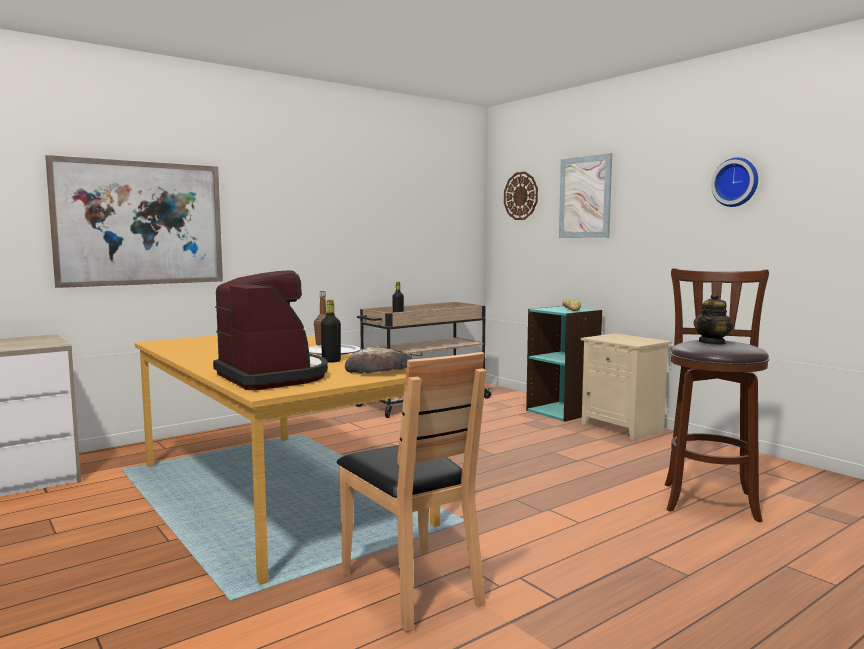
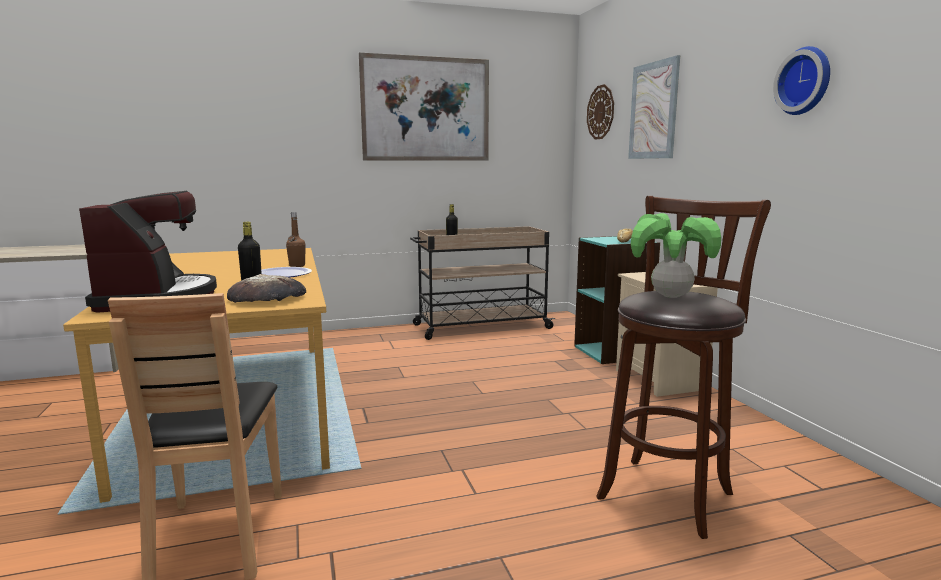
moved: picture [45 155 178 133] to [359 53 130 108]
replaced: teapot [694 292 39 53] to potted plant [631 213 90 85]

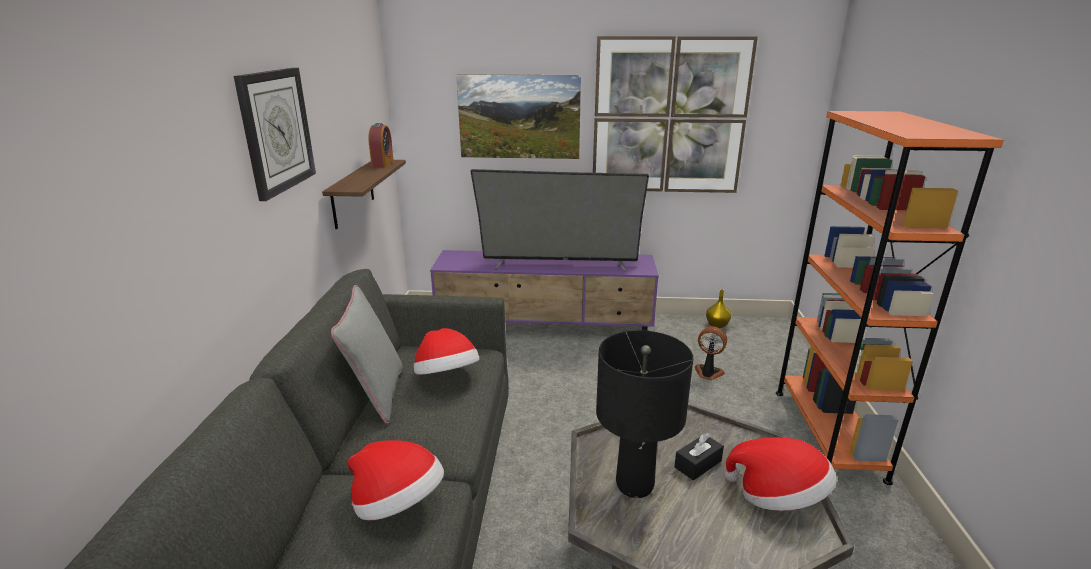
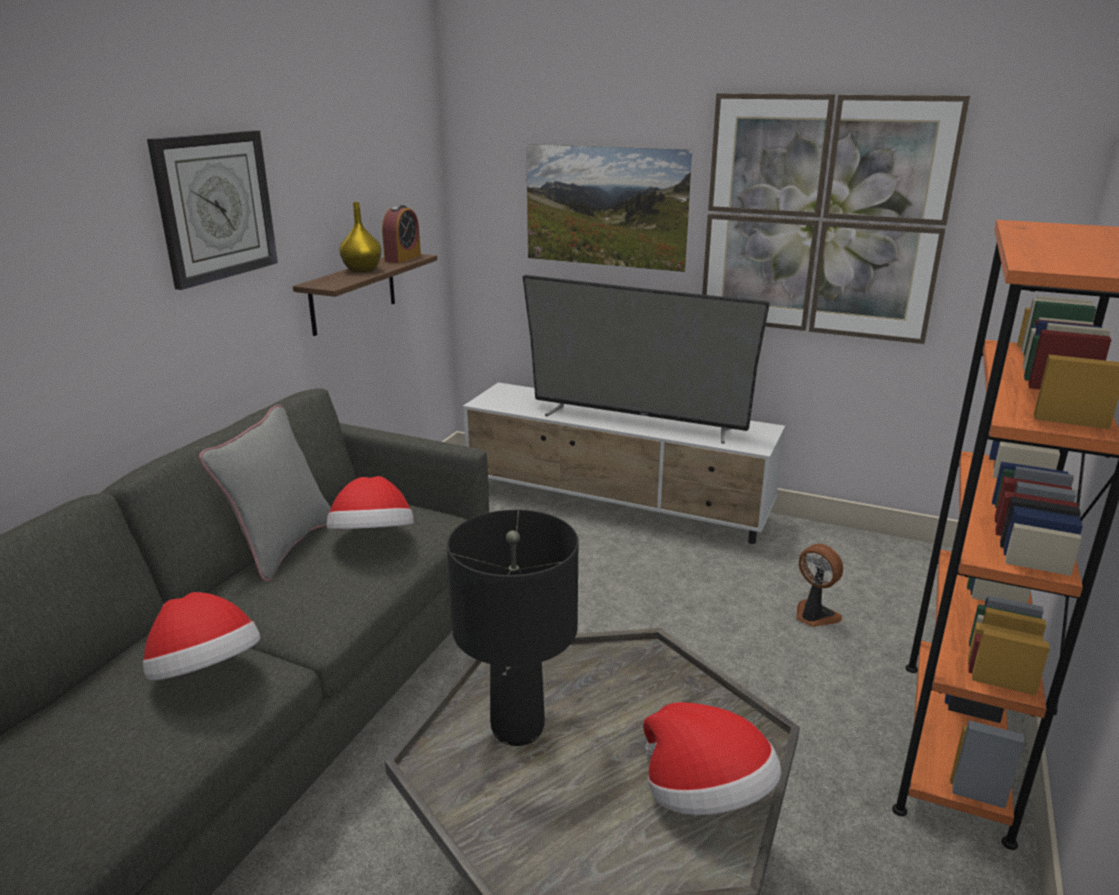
removed: tissue box in black [674 433 50 47]
moved: vase in yellow [706 289 25 39] to [339 202 43 71]
recoloured: tv stand in purple [430 250 229 81] to tv stand in white [463 382 322 162]

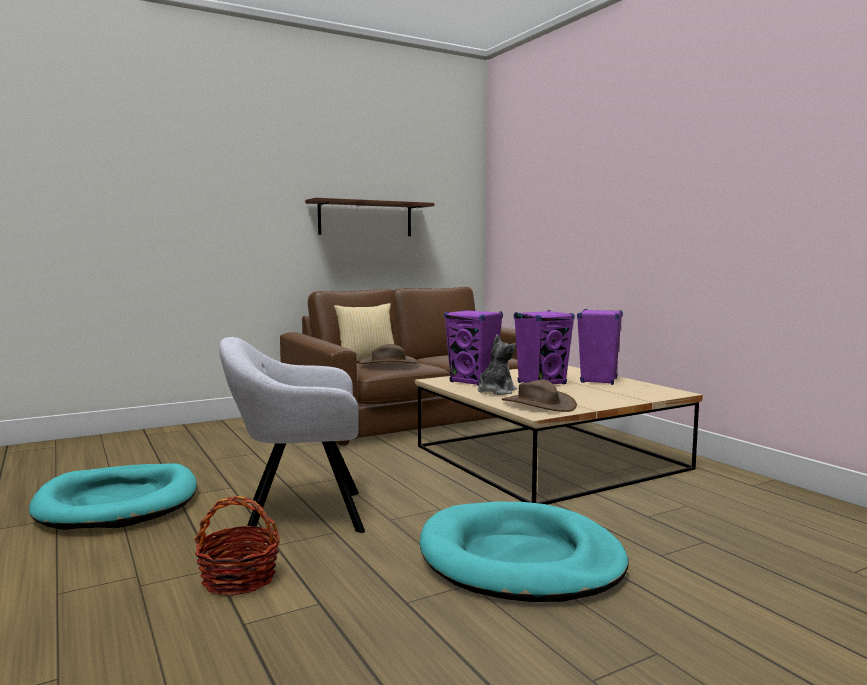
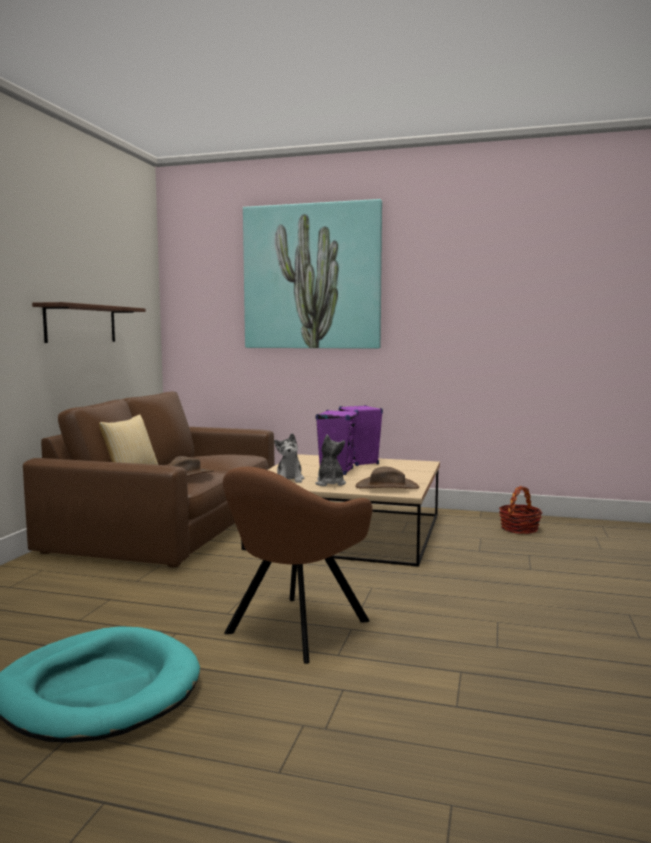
removed: dog bed in turquoise [420 502 208 100]
added: picture [243 199 139 150]
moved: basket [194 496 86 100] to [499 486 43 48]
replaced: speaker in purple [444 310 59 76] to plush toy [274 433 30 50]
recoloured: armchair in grey [219 337 146 196] to armchair in brown [223 467 150 197]

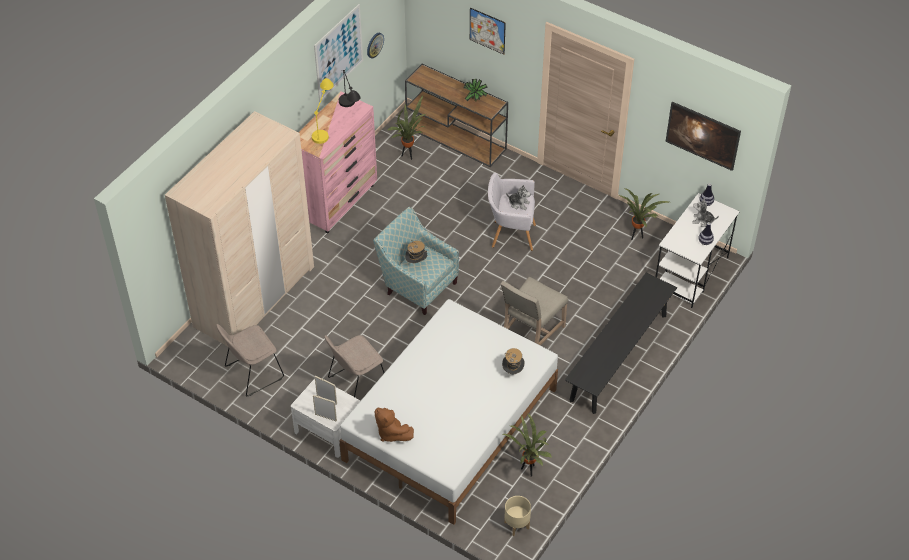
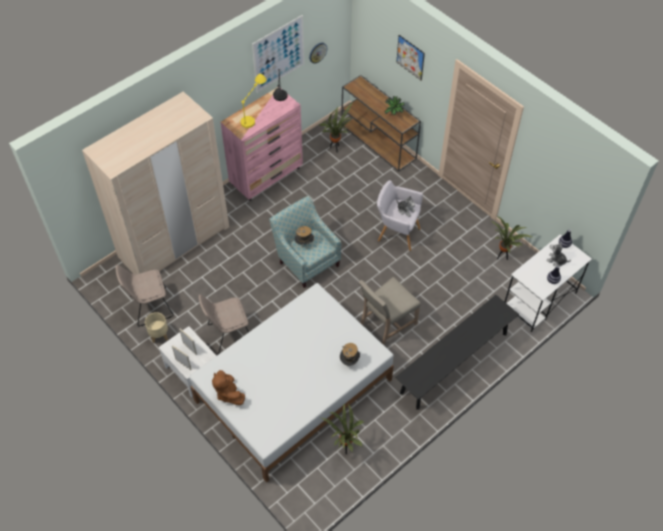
removed: picture [665 102 76 69]
moved: planter in beige [504 496 27 40] to [145 312 23 31]

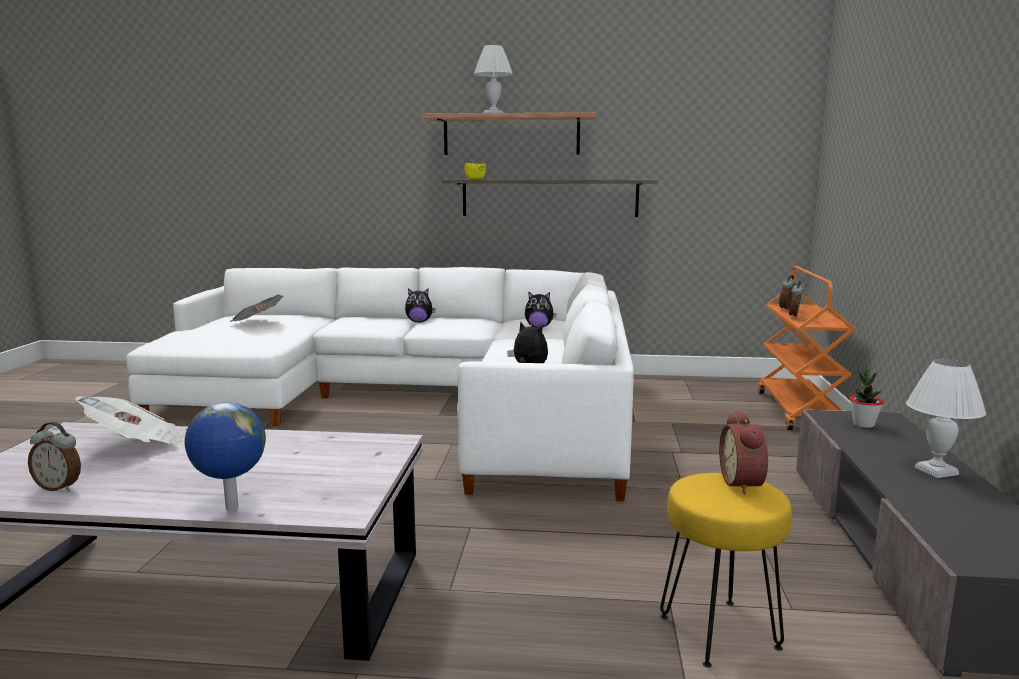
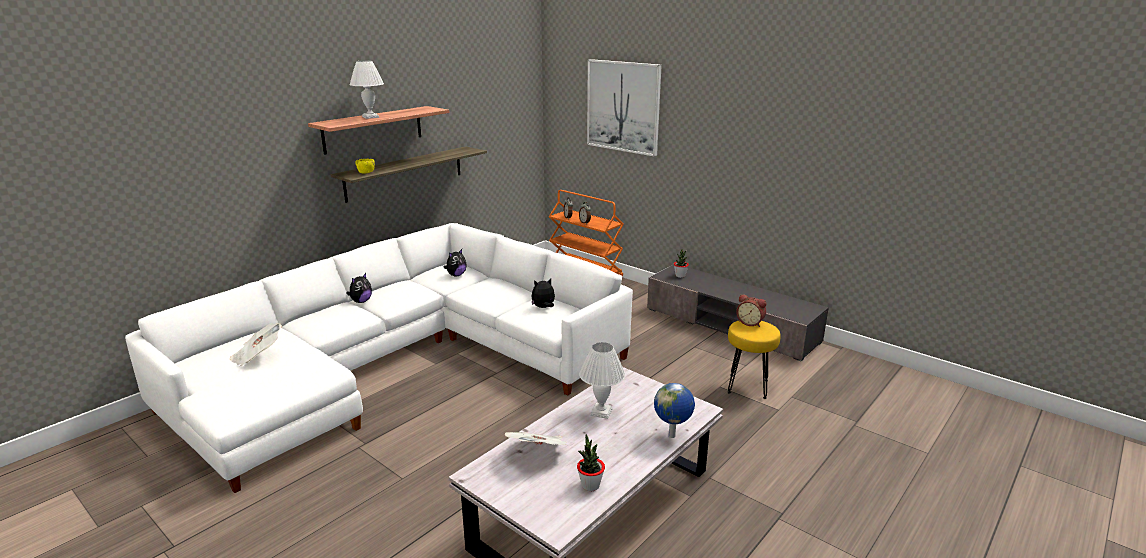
added: picture [587 59 75 98]
moved: table lamp in white [906 359 80 119] to [579 342 46 77]
replaced: alarm clock [28 422 53 69] to potted plant [577 434 28 57]

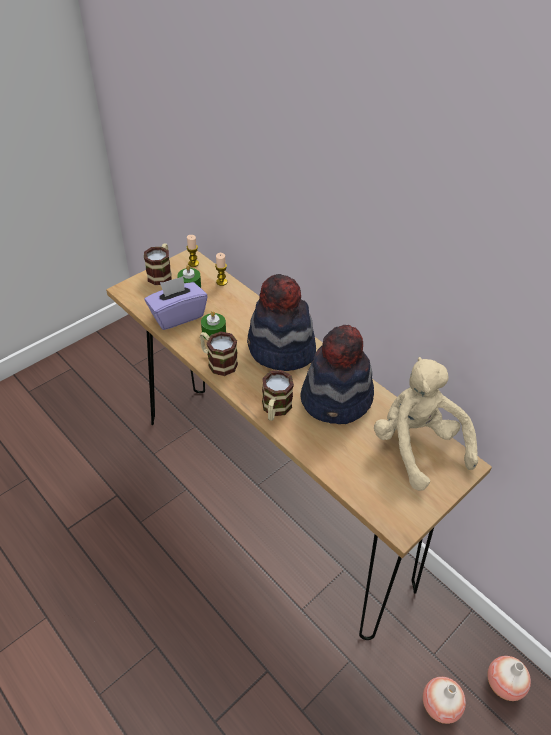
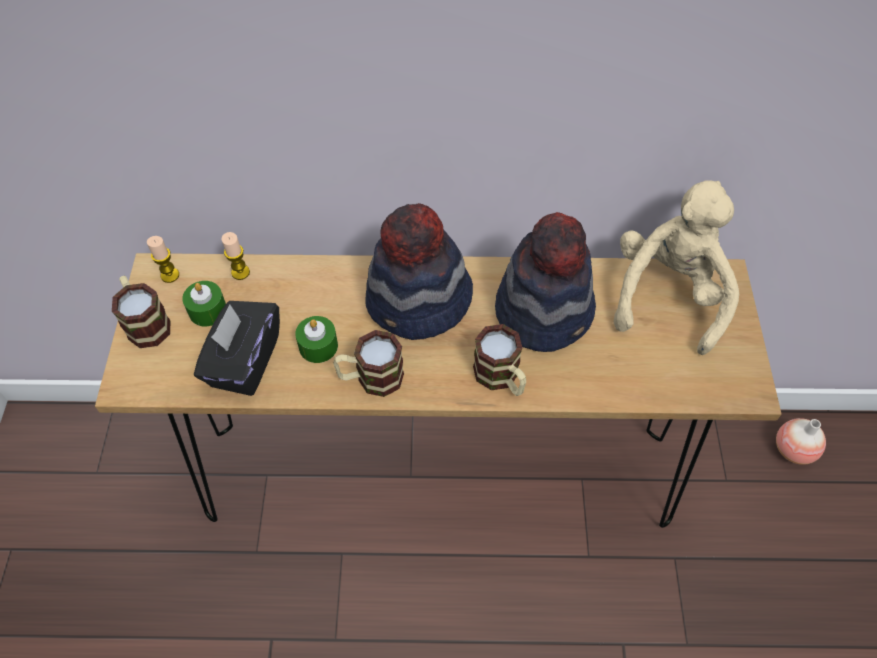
removed: vase [423 677 43 47]
recoloured: tissue box in purple [144 276 64 54] to tissue box in black [194 301 86 95]
turned: plush toy in beige [374 357 104 134] = [614 181 125 174] 90 degrees clockwise

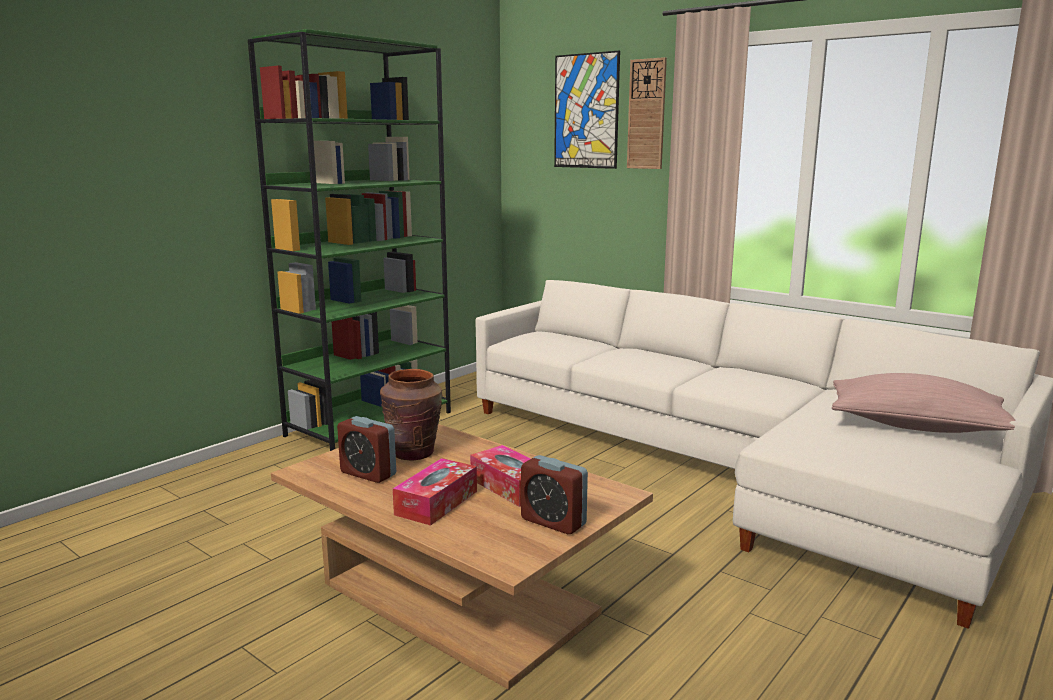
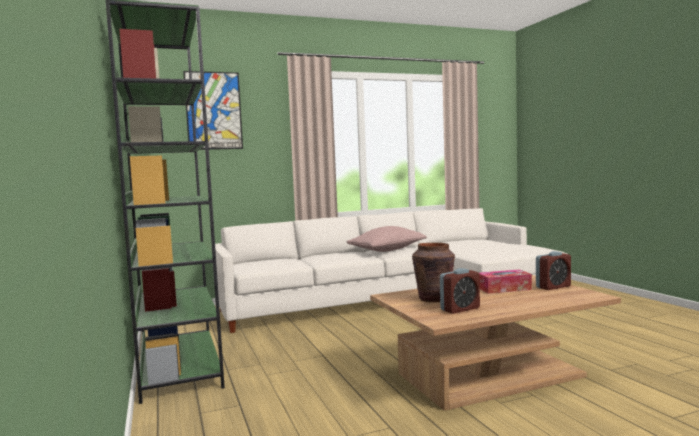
removed: tissue box [393 458 84 68]; wall clock [627 57 40 112]
moved: pillow in pink [832 373 184 60] to [346 226 81 26]

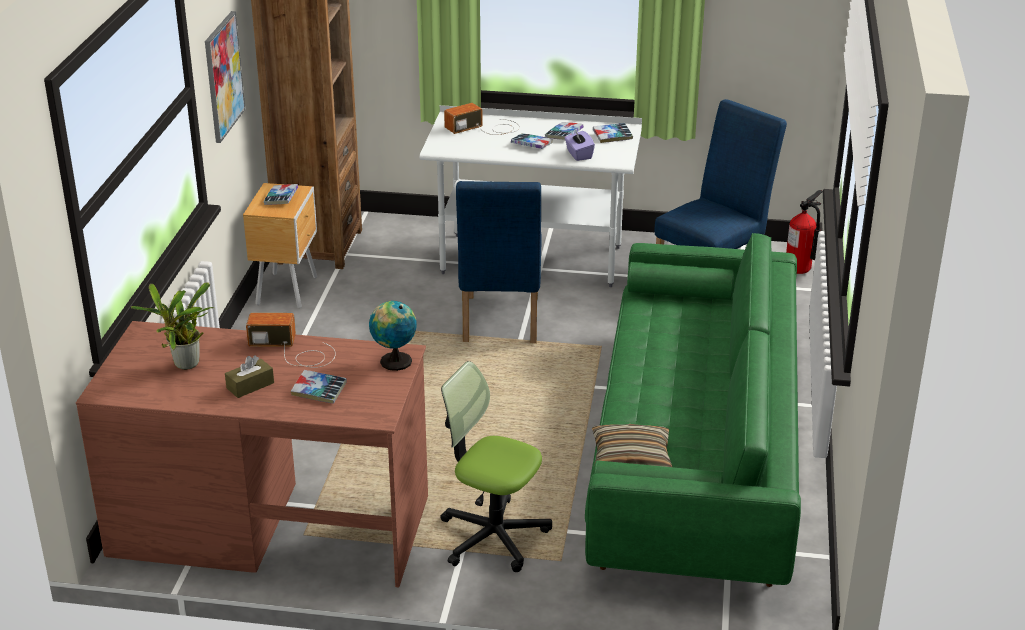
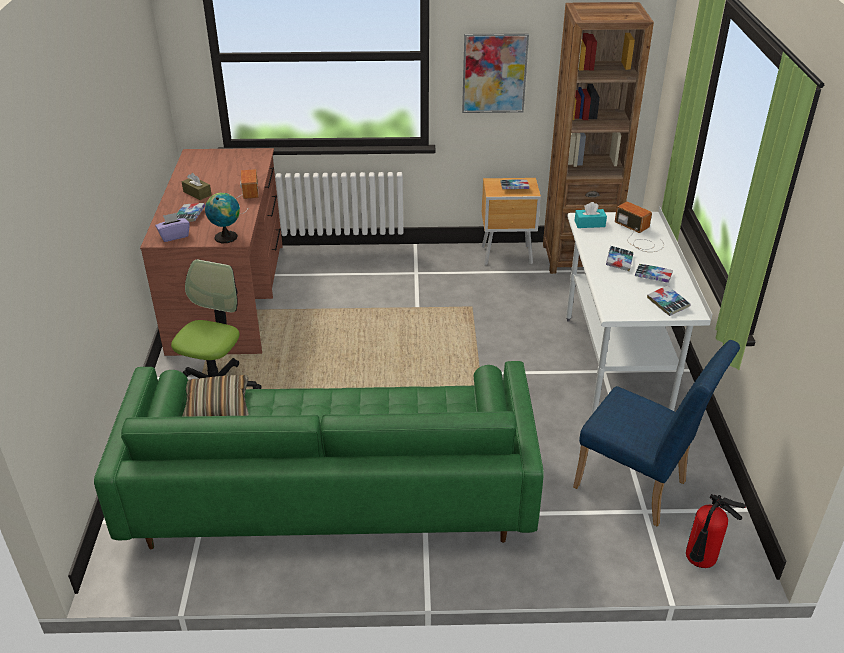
removed: potted plant [131 282 83 88]; chair in blue [456 181 85 162]
added: tissue box in turquoise [574 202 33 26]
moved: tissue box in purple [565 128 30 33] to [155 213 35 29]

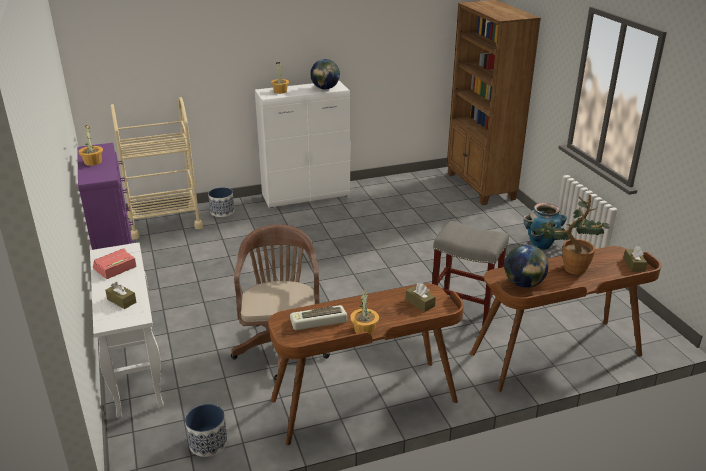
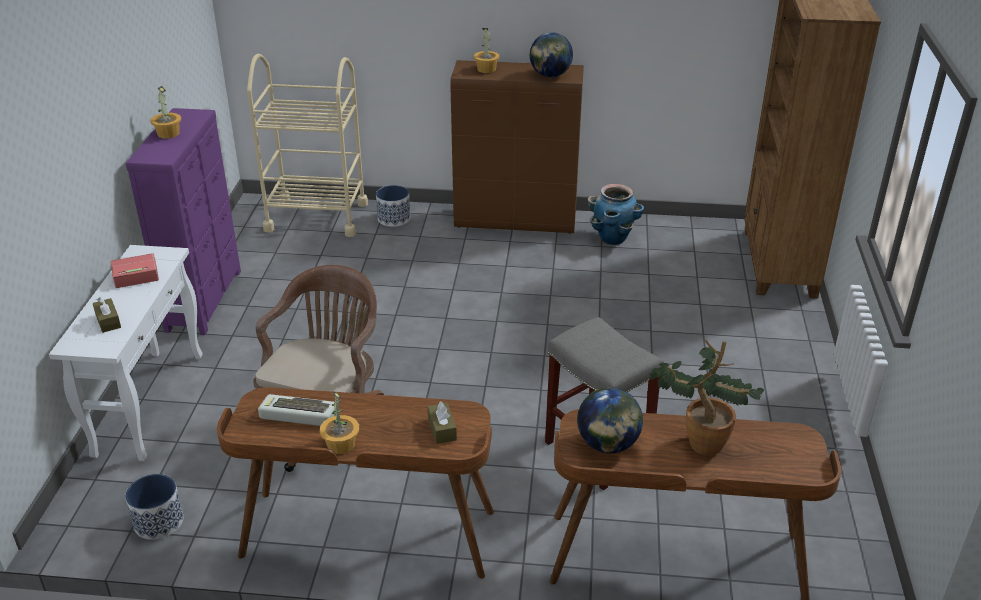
removed: tissue box in brown [623 246 24 26]
moved: planter [523 203 44 47] to [588 184 56 61]
recoloured: cabinet in white [255 81 95 127] to cabinet in brown [450 60 134 174]

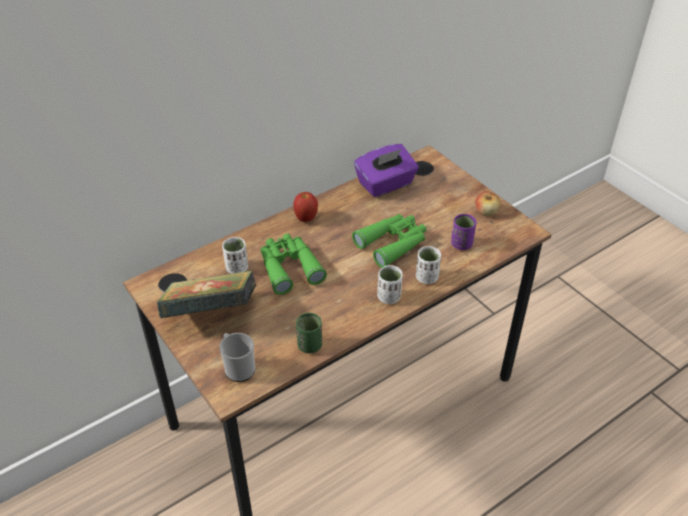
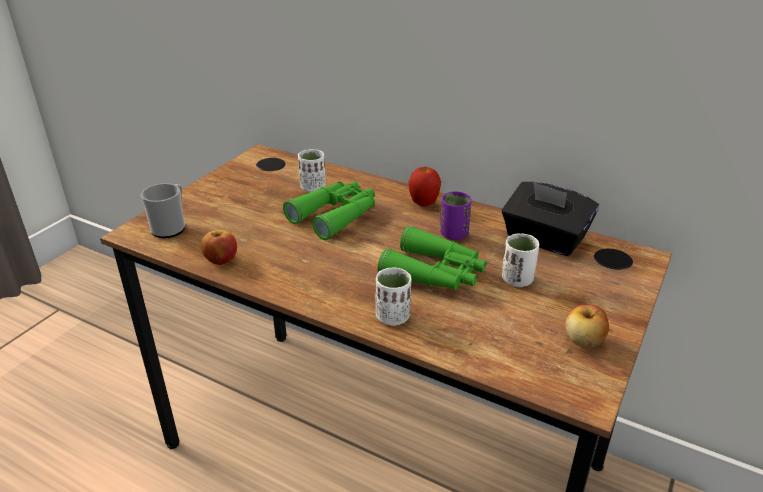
removed: book [157 270 99 48]
moved: cup in white [377 265 26 39] to [502 233 37 54]; cup in purple [451 214 25 36] to [440 191 32 49]
replaced: cup in green [296 313 26 40] to apple [201 230 36 35]
recoloured: tissue box in purple [354 144 65 53] to tissue box in black [502 181 97 75]

